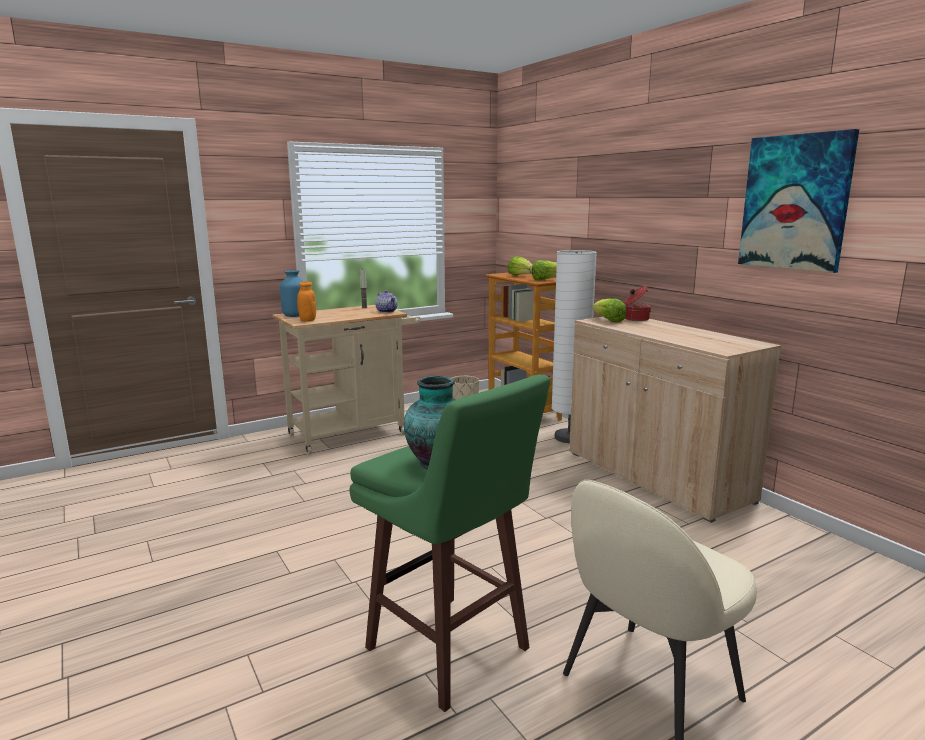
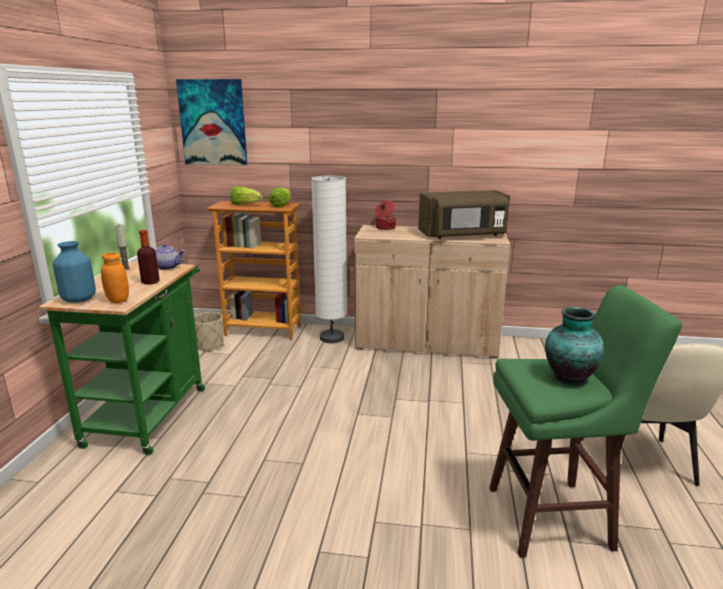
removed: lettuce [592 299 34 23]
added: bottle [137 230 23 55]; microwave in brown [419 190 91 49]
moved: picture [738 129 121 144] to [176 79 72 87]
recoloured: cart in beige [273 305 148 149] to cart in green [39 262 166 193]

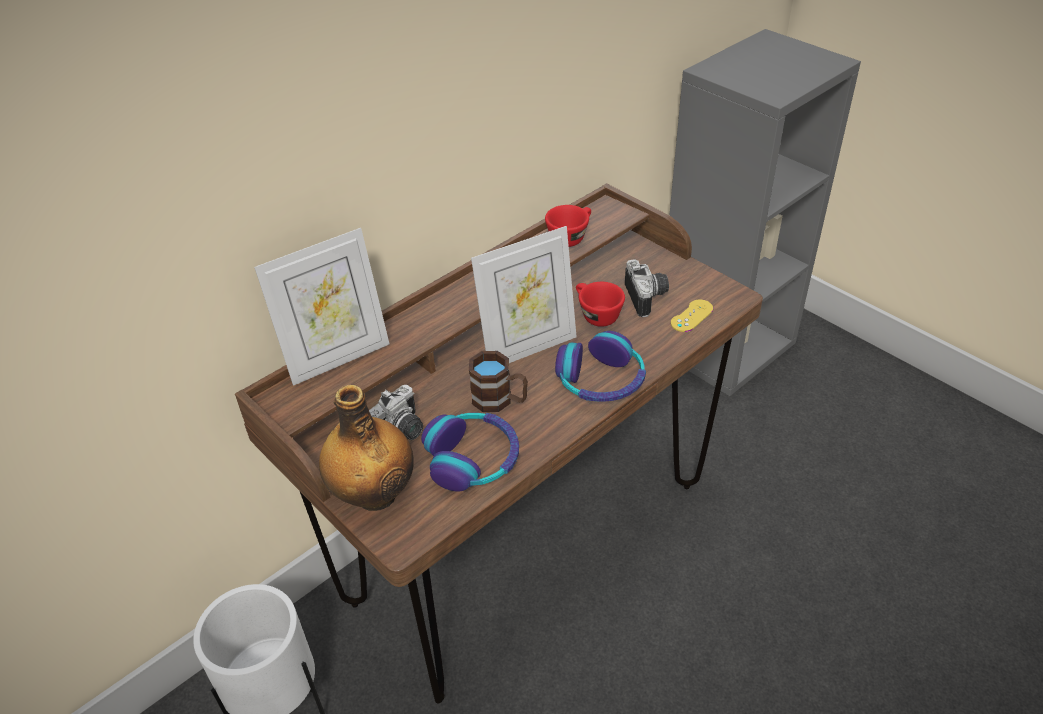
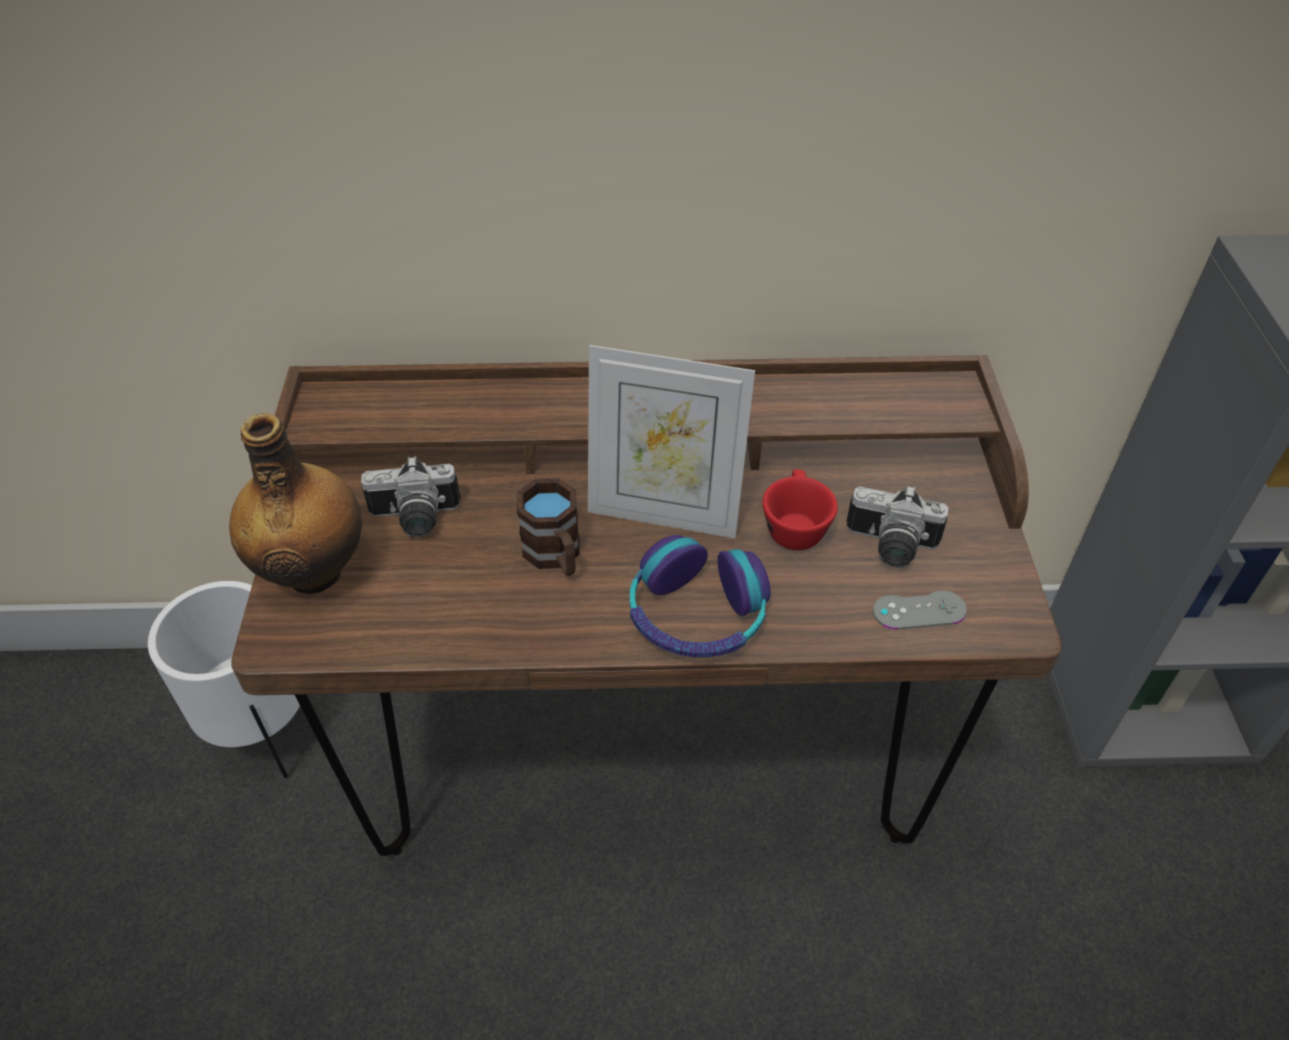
removed: picture frame [254 228 135 158]; headphones [421 413 98 79]; cup in red [545 205 46 42]
recoloured: game controller in yellow [671 300 42 32] to game controller in grey [873 590 94 39]
turned: photo camera [625 260 44 57] = [846 485 103 83] 75 degrees clockwise

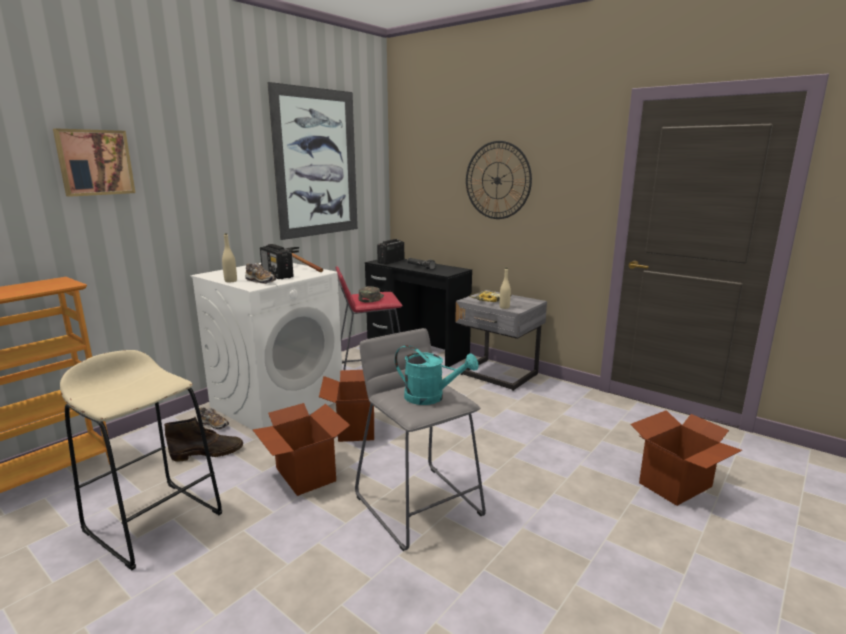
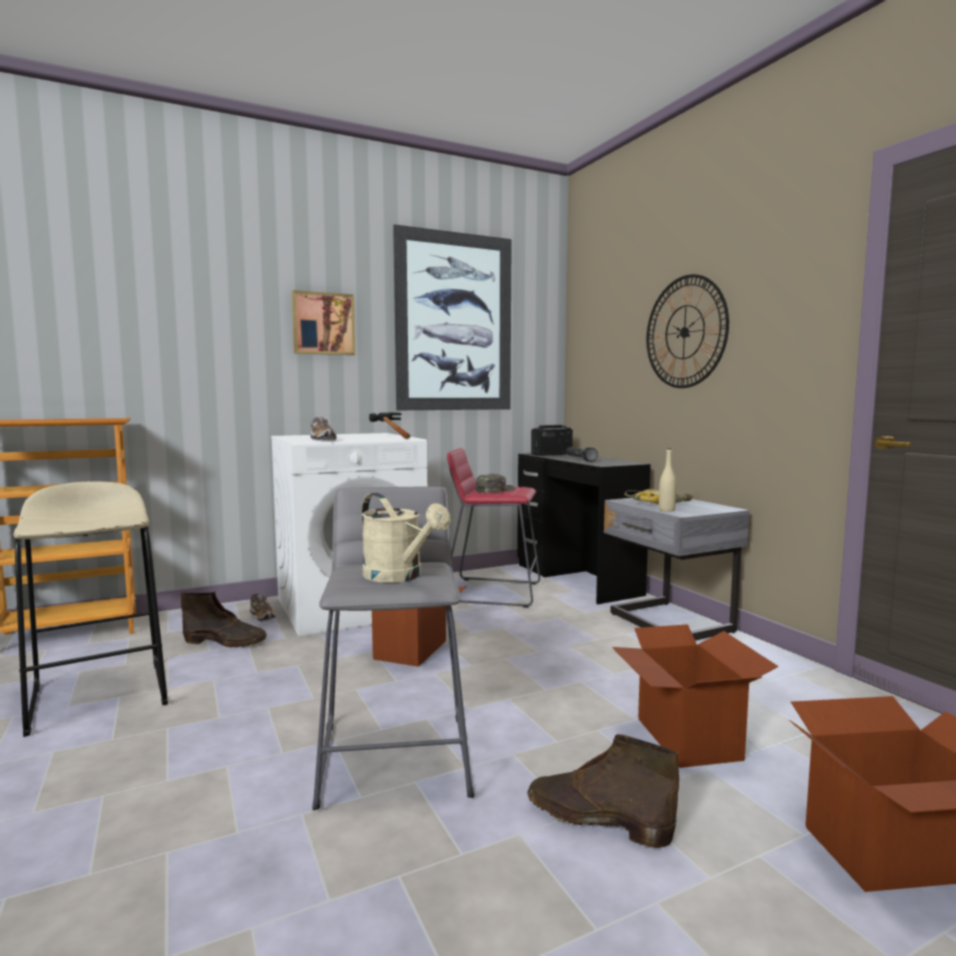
removed: bottle in beige [222 233 15 49]; radio [260 244 34 35]
added: boot in brown [527 734 152 114]
moved: picture [53 128 82 69] to [292 290 63 65]; cardboard box [253 403 97 93] to [612 624 166 144]
recoloured: watering can in turquoise [395 345 83 60] to watering can in beige [362 493 89 90]

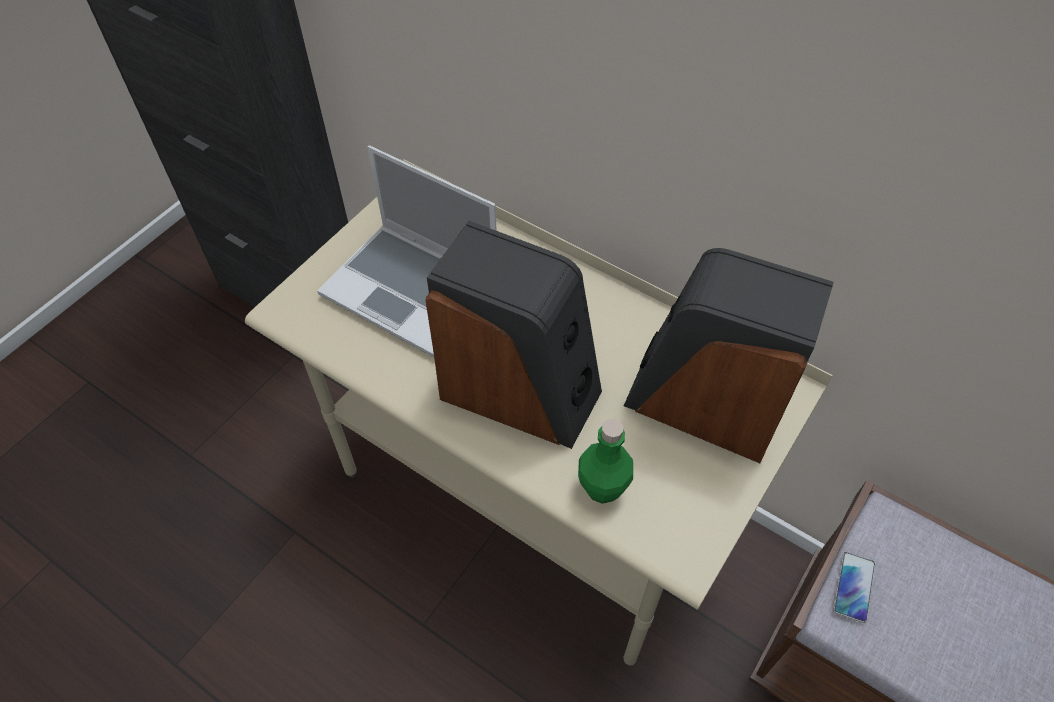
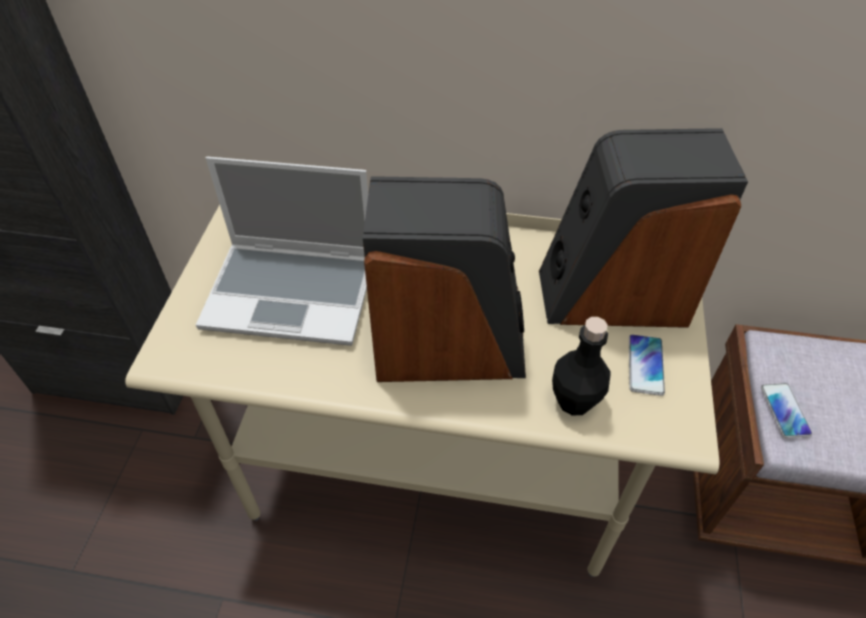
added: phone [629 334 36 62]
recoloured: bottle in green [578 418 55 86] to bottle in black [552 317 59 99]

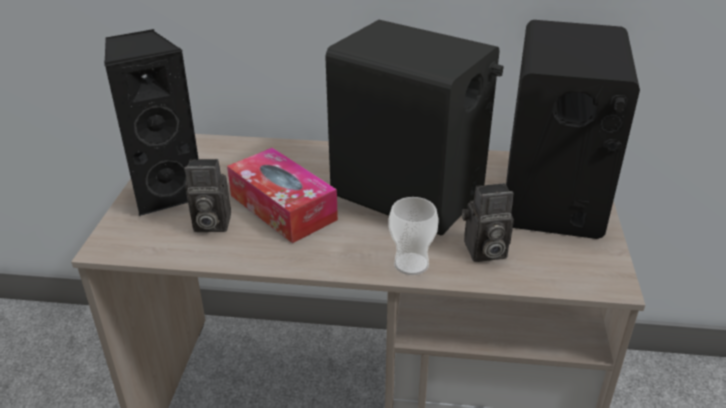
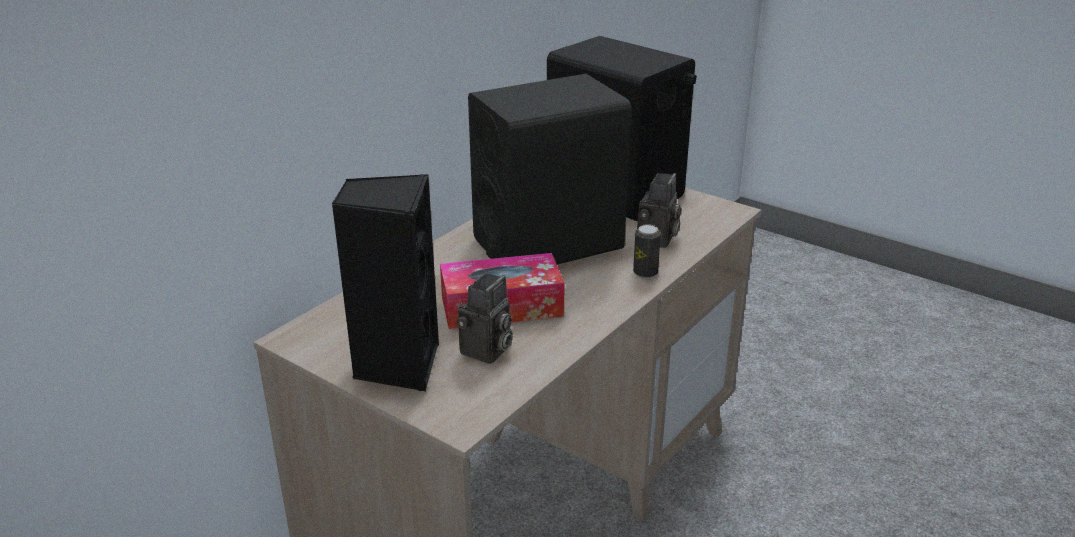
replaced: cup [388 197 51 78] to can [633 224 28 54]

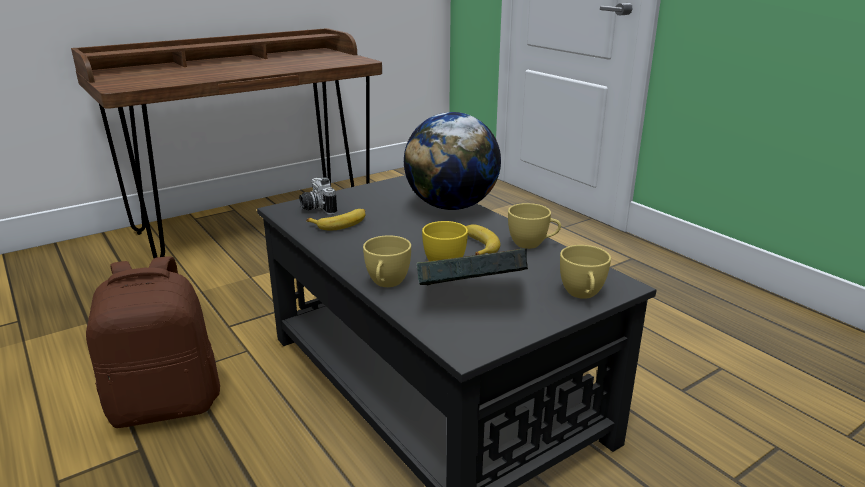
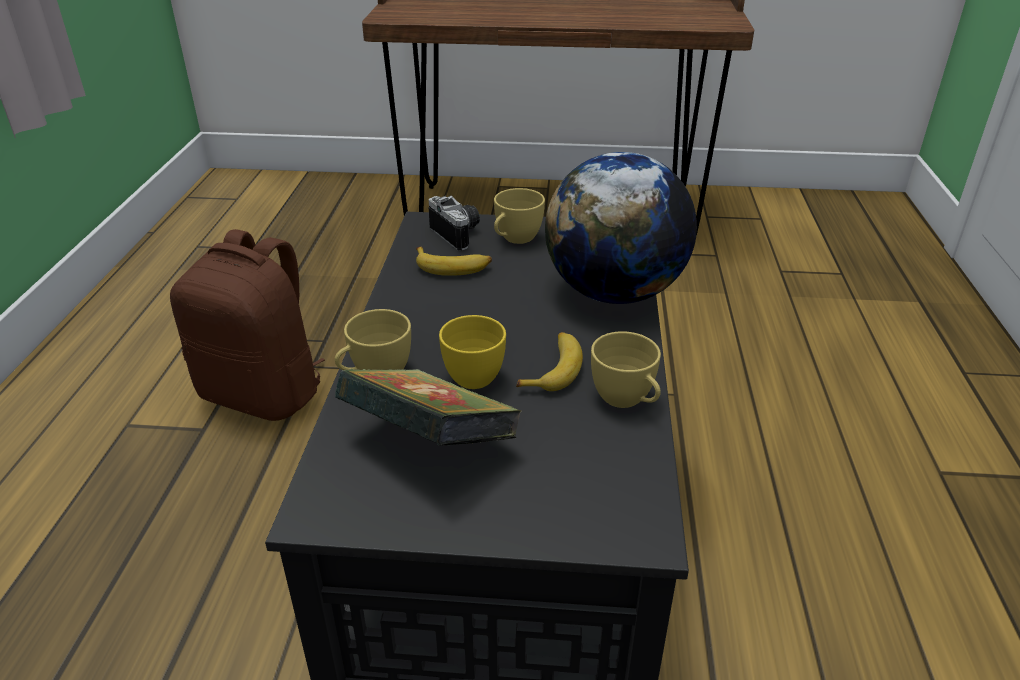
moved: cup in yellow [560 245 51 54] to [494 188 51 56]
turned: photo camera [299 177 38 38] = [428 196 52 54] 135 degrees clockwise

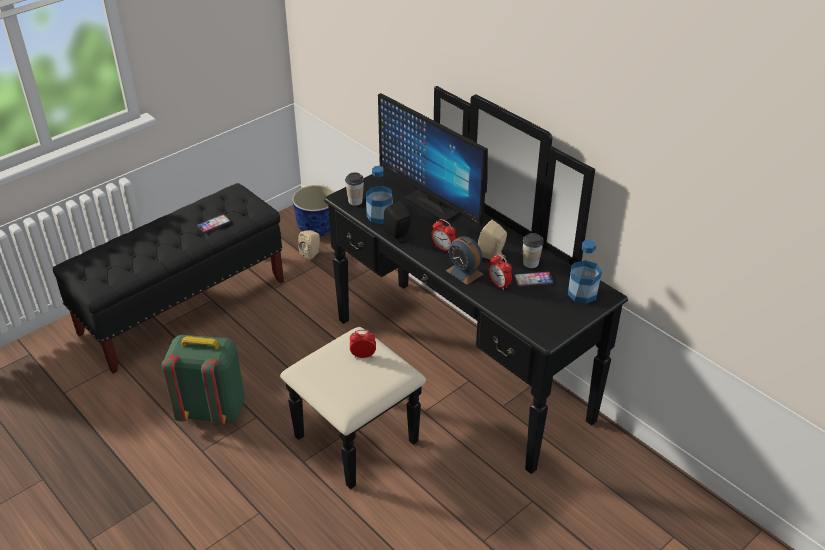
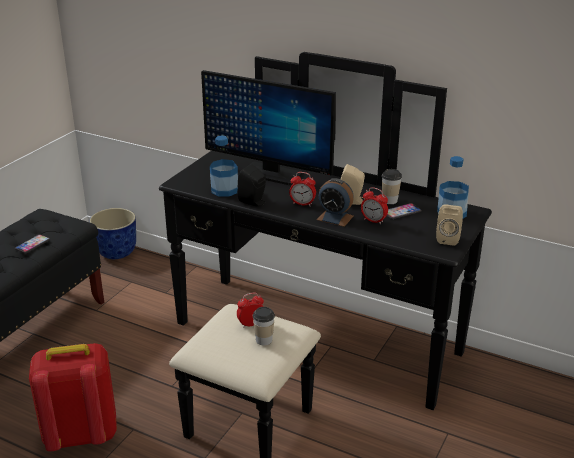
moved: speaker in beige [298 230 22 30] to [436 204 27 42]; cup [345 172 19 34] to [253 307 22 38]
recoloured: backpack in green [162 335 83 90] to backpack in red [29 343 88 108]

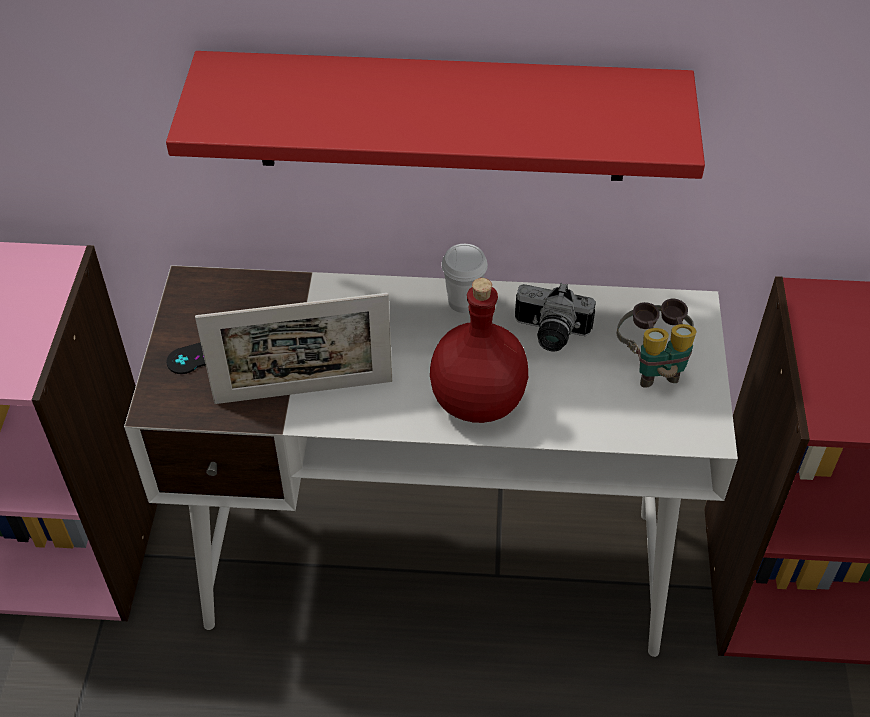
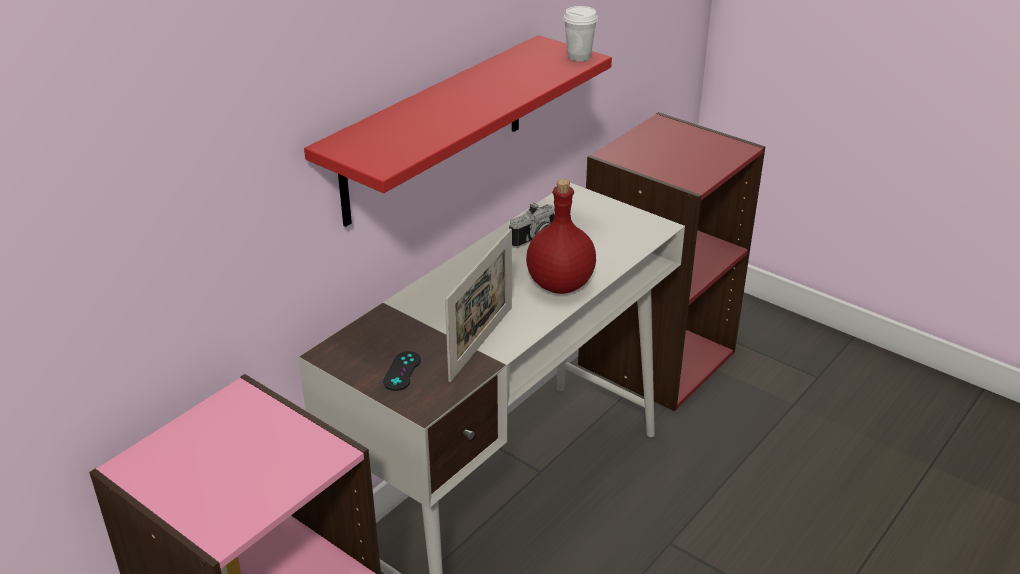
removed: binoculars [617 299 79 89]
moved: cup in white [441 244 47 69] to [563 6 35 55]

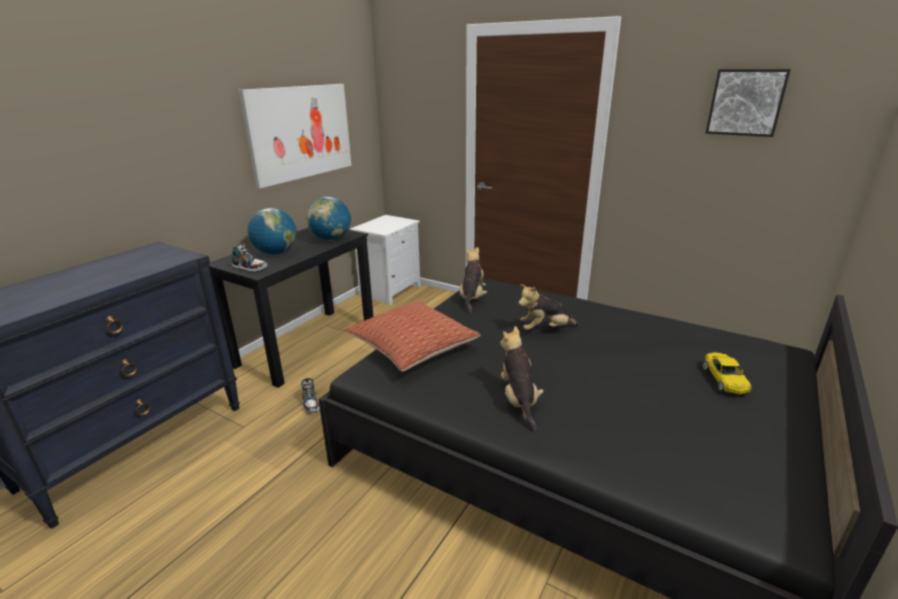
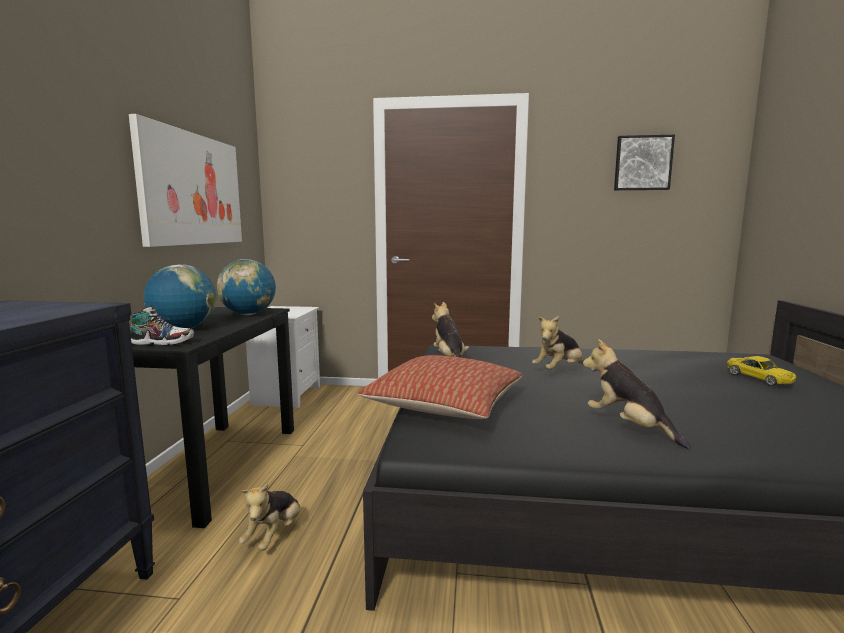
replaced: shoe [301 378 19 35] to plush toy [239 483 61 68]

